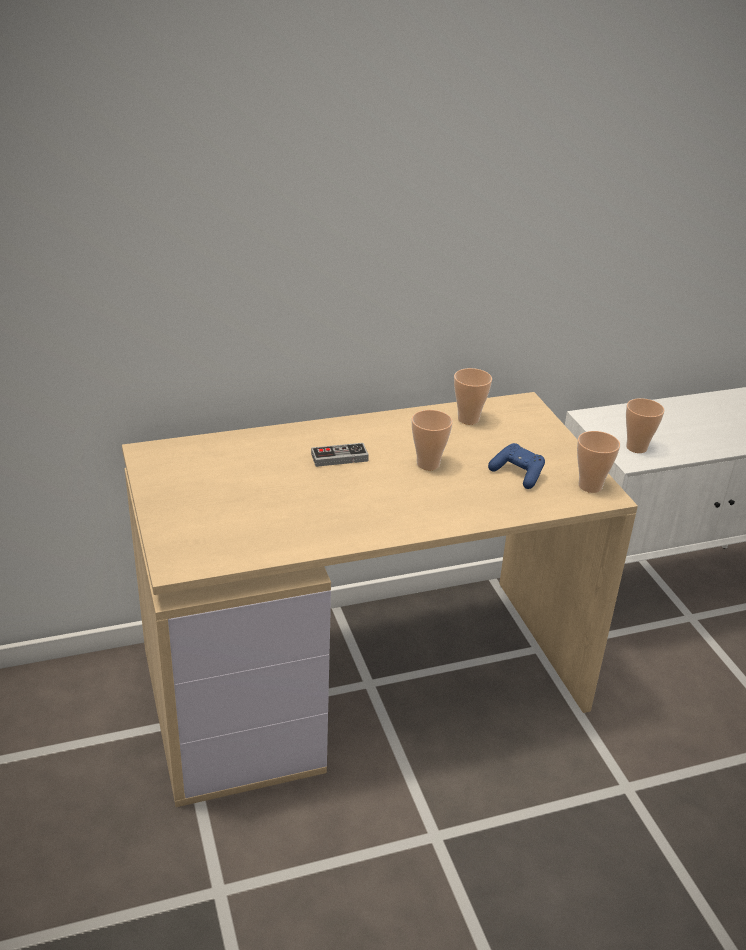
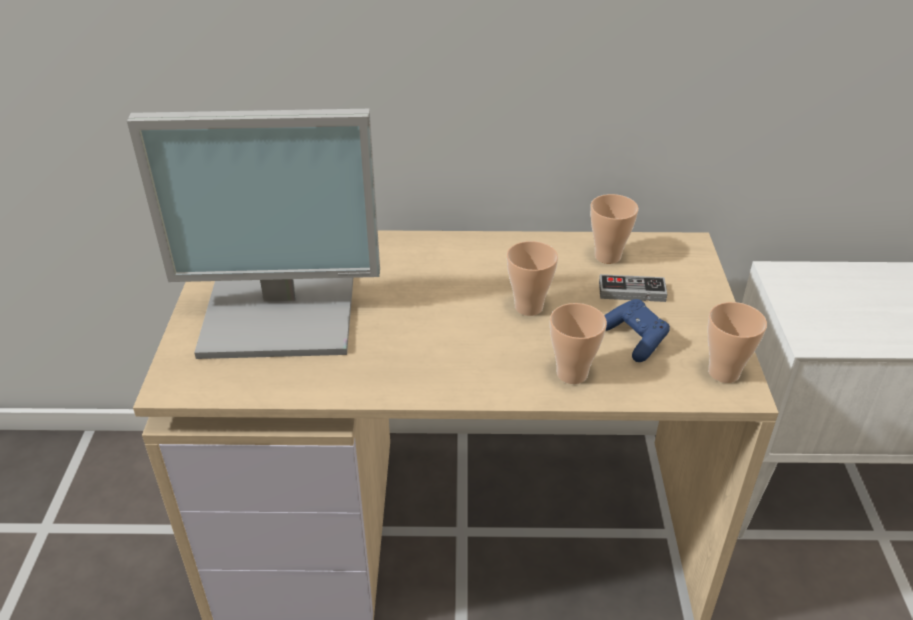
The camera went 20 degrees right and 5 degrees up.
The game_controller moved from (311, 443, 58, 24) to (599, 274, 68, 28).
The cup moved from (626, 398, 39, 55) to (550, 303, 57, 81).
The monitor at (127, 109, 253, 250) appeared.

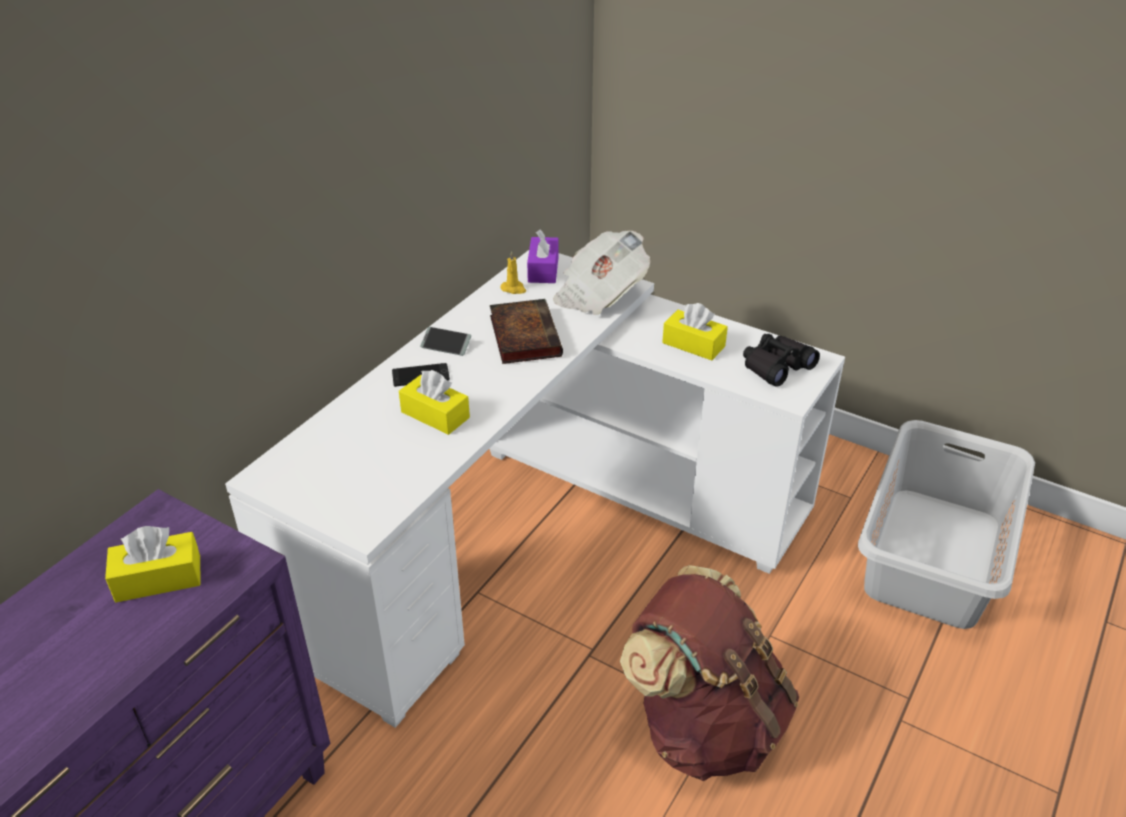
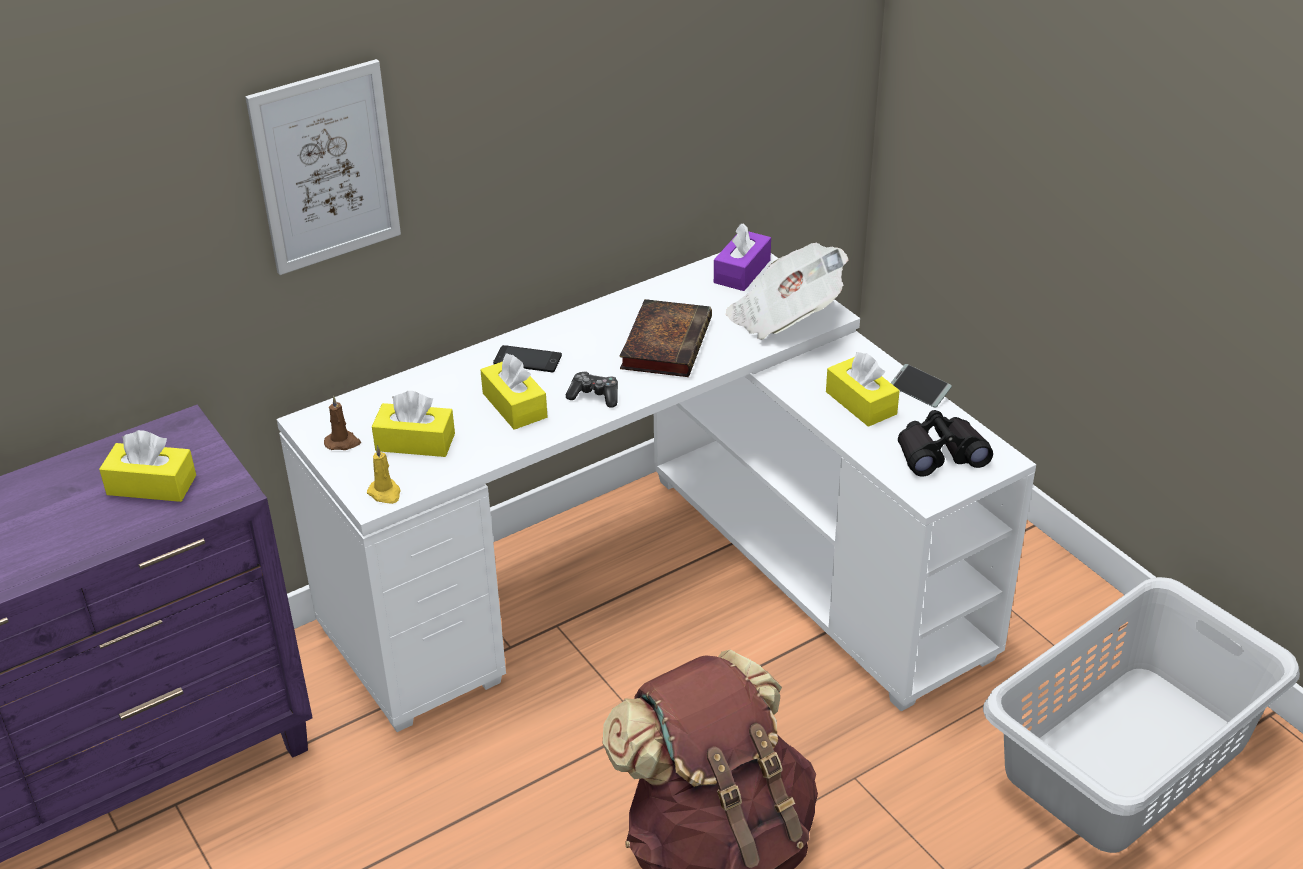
The camera went 25 degrees right and 0 degrees up.
The phone moved from (420, 327, 51, 29) to (891, 364, 61, 44).
The yellow_candle moved from (501, 251, 25, 43) to (367, 445, 34, 59).
The picture at (245, 59, 156, 216) appeared.
The brown_candle at (324, 396, 37, 54) appeared.
The yellow_tissue_box at (372, 391, 83, 66) appeared.
The game_controller at (566, 372, 52, 35) appeared.

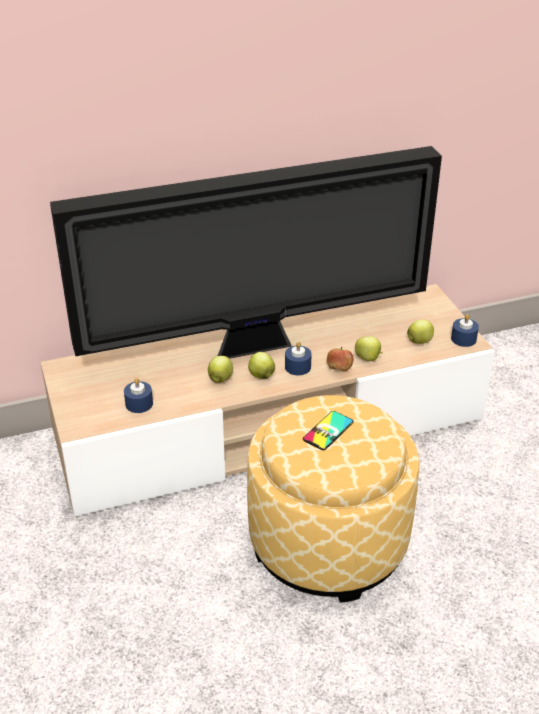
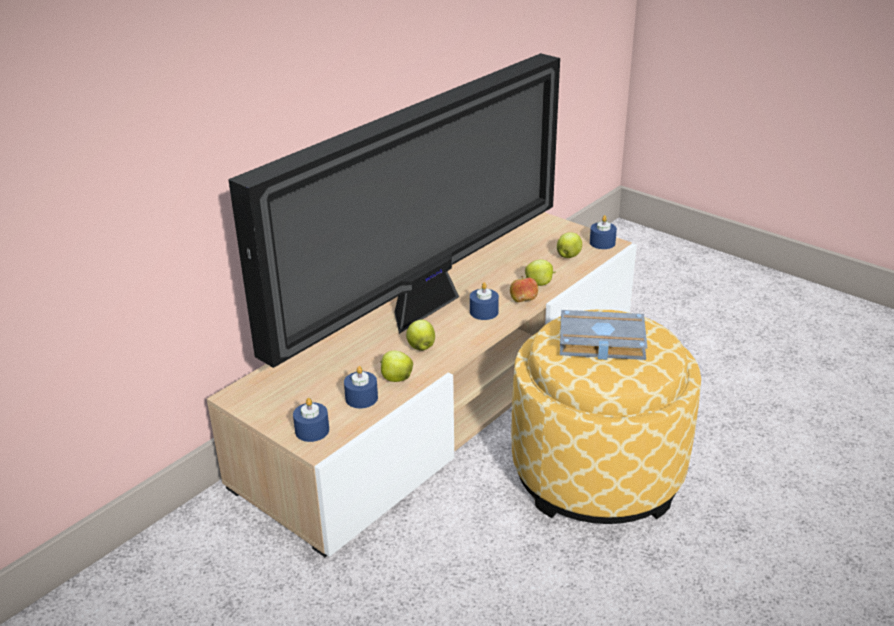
The camera went 30 degrees left and 5 degrees down.
The apple moved from (248, 352, 27, 27) to (380, 351, 33, 31).
The phone at (303, 411, 51, 39) was replaced by the grey_book at (560, 310, 87, 50).
The blue_candle at (293, 398, 36, 44) appeared.

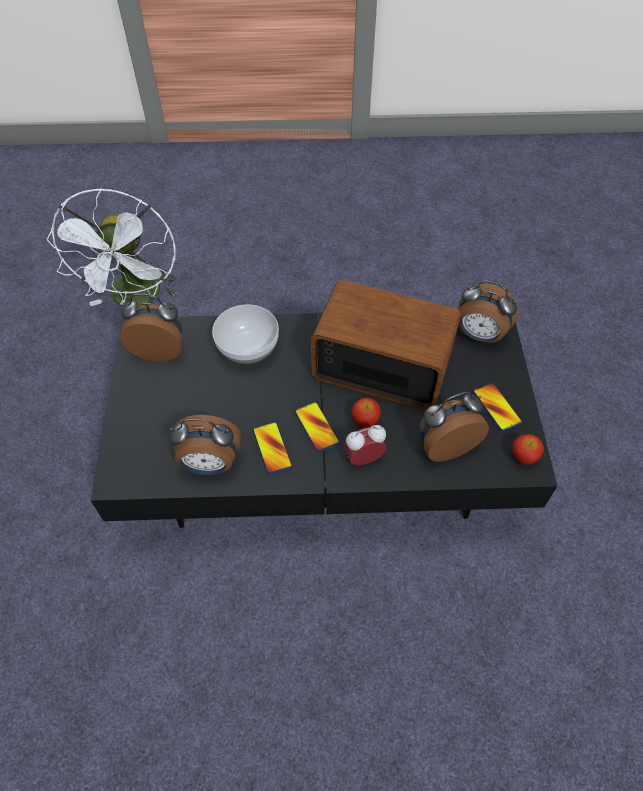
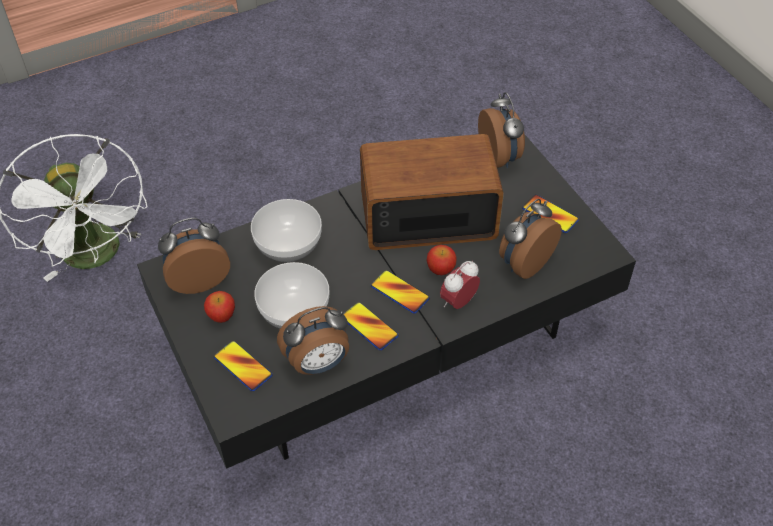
The camera went 25 degrees left and 5 degrees down.
The alarm_clock at (458, 281, 61, 62) turned 105 degrees counterclockwise.
The apple moved from (513, 434, 31, 31) to (204, 291, 31, 32).
The phone at (214, 341, 58, 50) appeared.
The bowl at (254, 262, 75, 67) appeared.

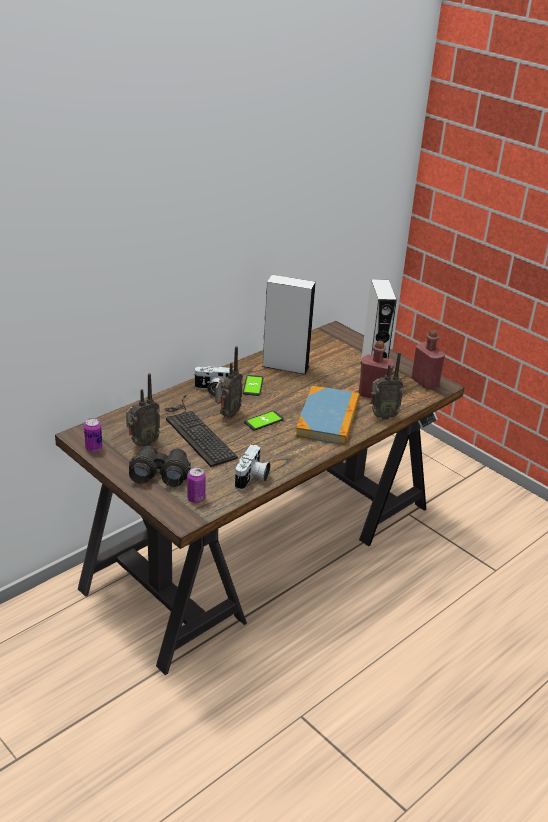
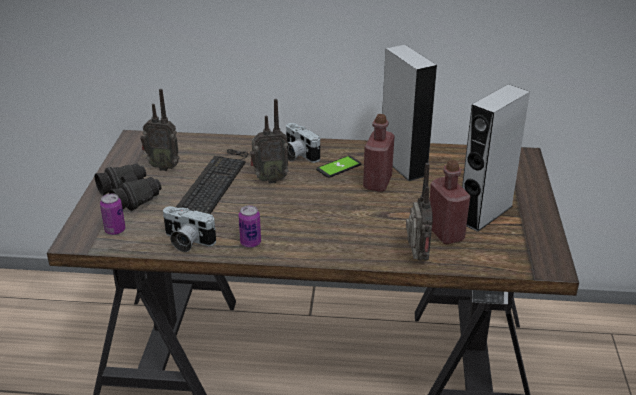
The camera went 50 degrees right and 0 degrees up.
The can moved from (84, 418, 18, 34) to (238, 205, 23, 43).
The photo_camera at (235, 445, 35, 45) turned 45 degrees clockwise.
The phone at (244, 411, 40, 20) disappeared.
The book at (295, 386, 65, 59) disappeared.
The radio at (370, 352, 34, 68) turned 135 degrees counterclockwise.
The red_bottle moved from (411, 329, 34, 61) to (363, 114, 31, 78).

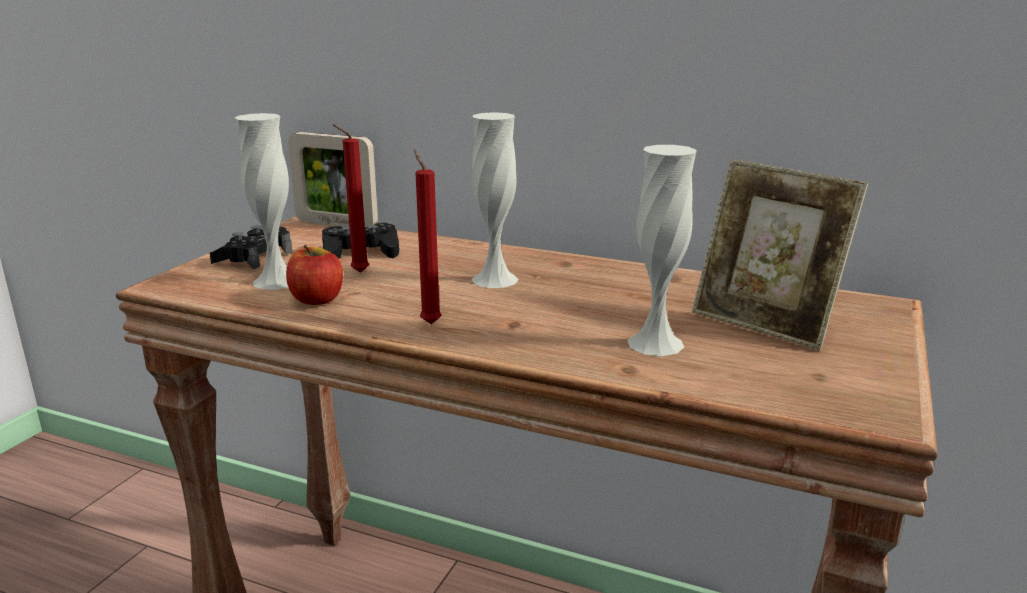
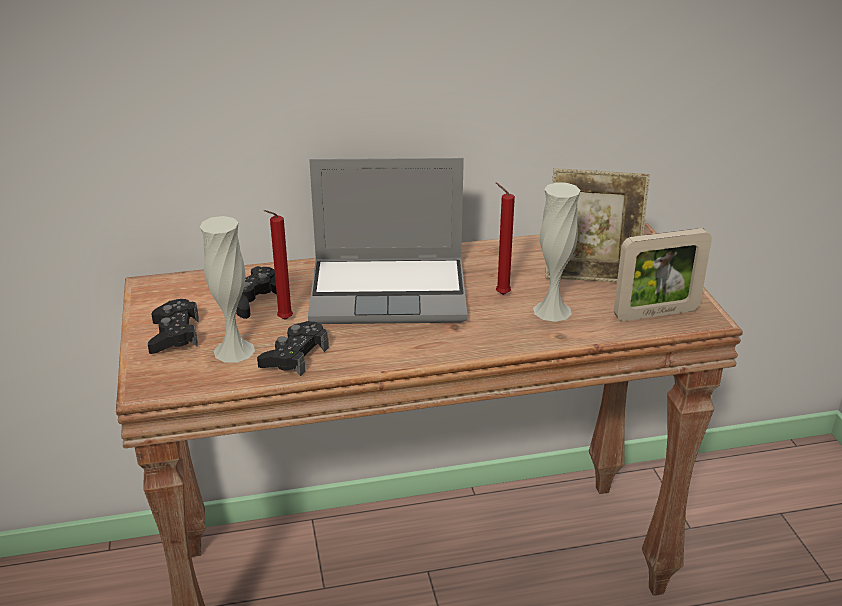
The camera went 35 degrees left and 10 degrees up.
The apple at (286, 245, 57, 60) was replaced by the black_game_controller at (257, 321, 72, 55).
The picture_frame moved from (288, 132, 90, 95) to (614, 228, 98, 93).
The red_candle moved from (414, 150, 28, 174) to (496, 183, 19, 112).
The white_vase at (472, 112, 47, 176) was replaced by the laptop at (308, 158, 160, 166).

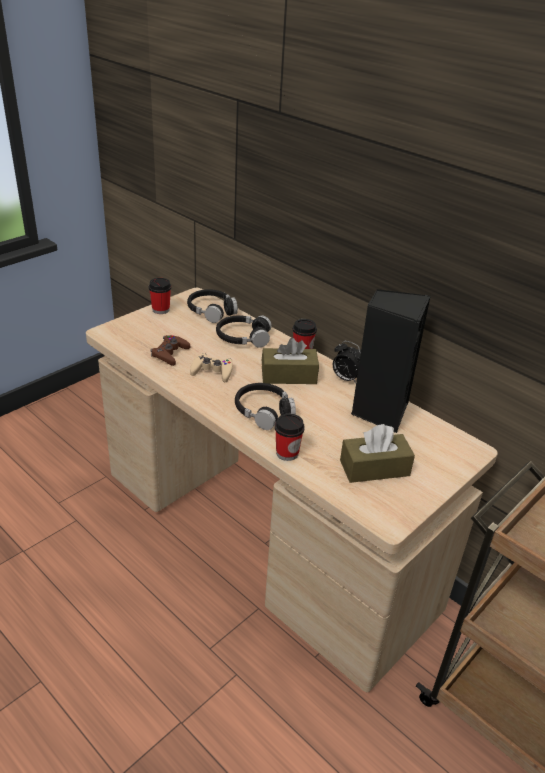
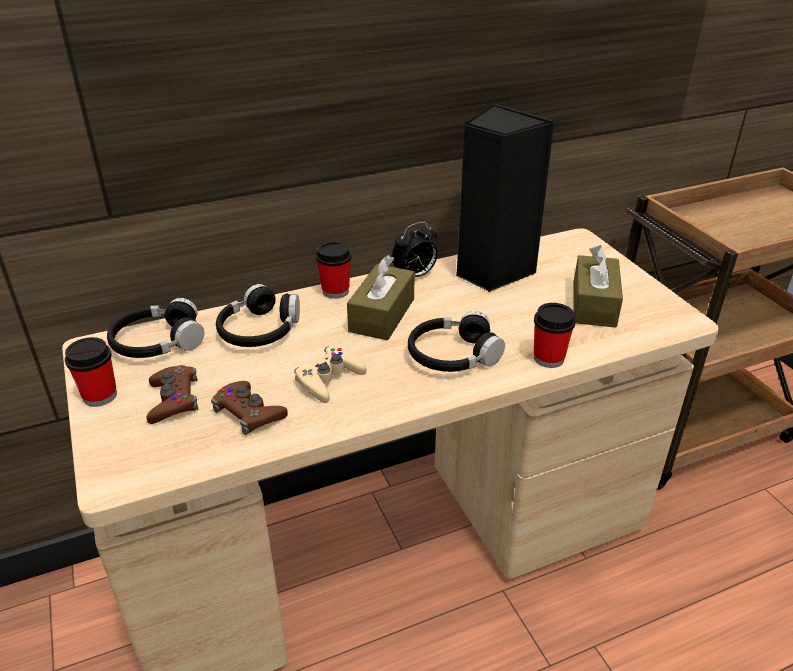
The camera went 65 degrees left and 0 degrees up.
The brown_game_controller at (146, 365, 52, 59) appeared.

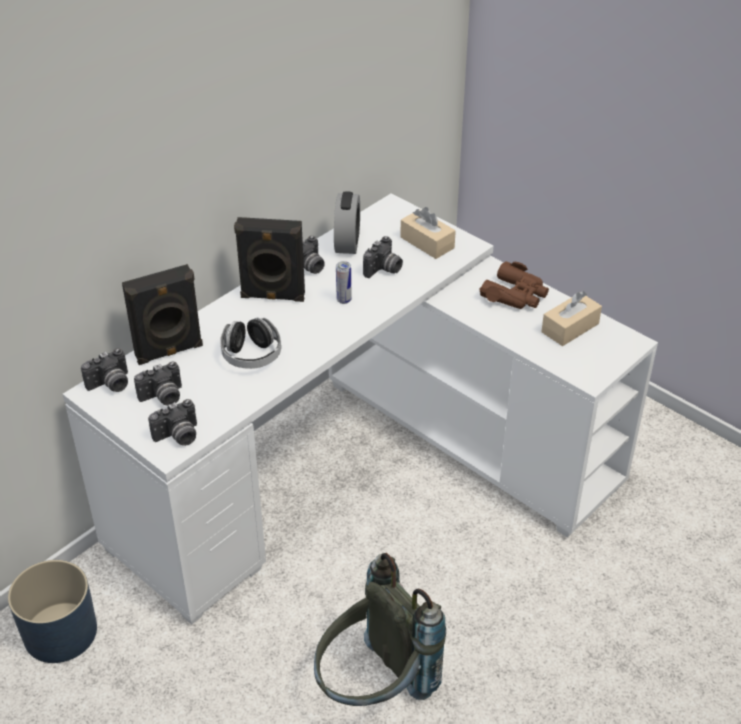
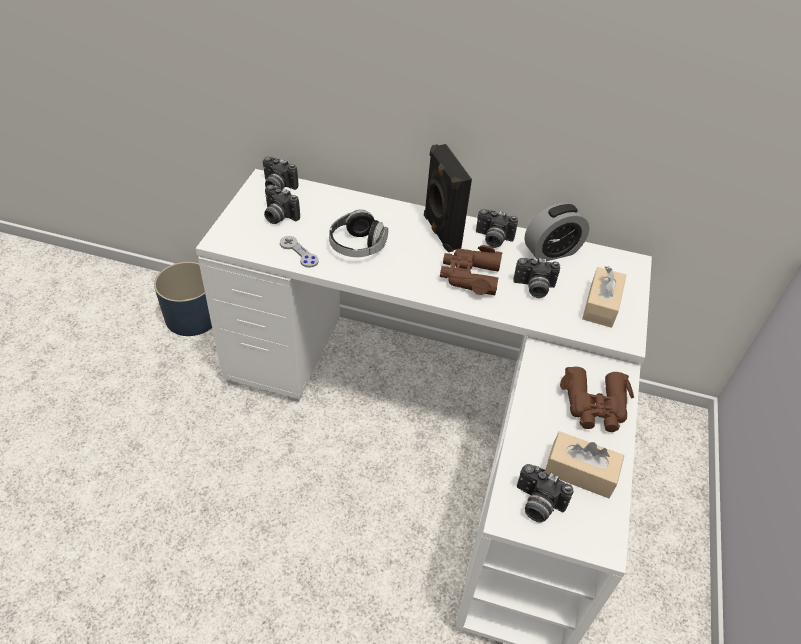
The camera went 60 degrees right and 5 degrees up.
The black_speaker at (122, 264, 81, 101) disappeared.
The photo_camera moved from (148, 399, 49, 47) to (517, 464, 57, 59).
The grey_backpack at (314, 553, 132, 153) disappeared.
The can at (336, 261, 16, 43) was replaced by the brown_binoculars at (440, 245, 63, 50).
The grey_game_controller at (280, 236, 39, 32) appeared.

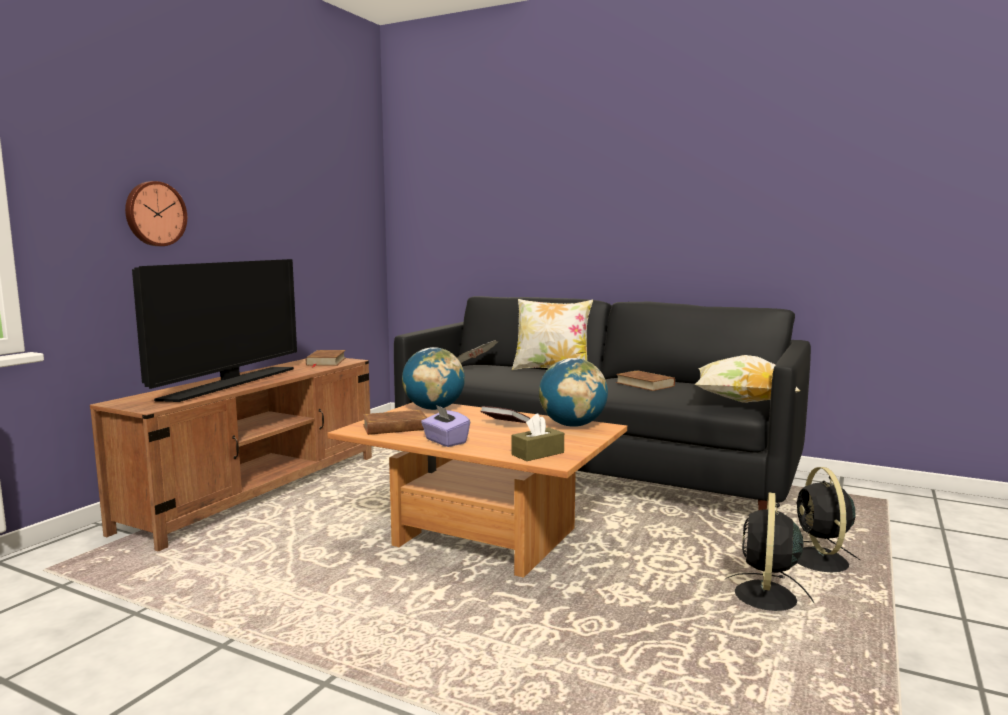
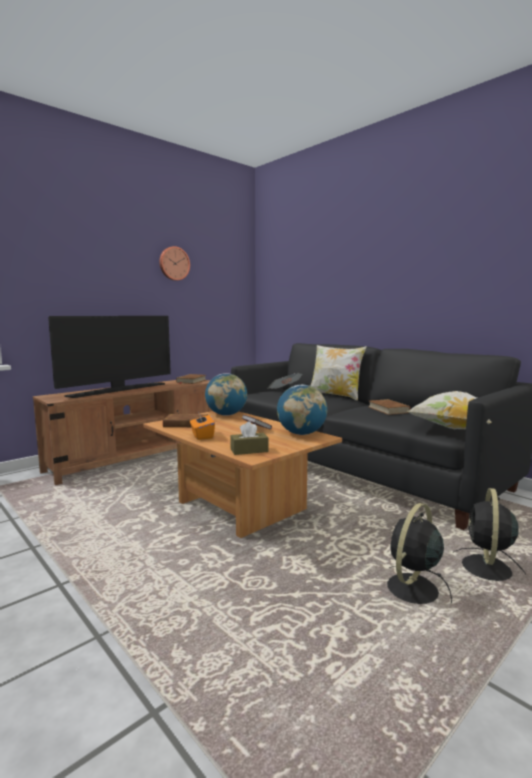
The camera went 20 degrees right and 0 degrees up.
The wall_clock moved from (125, 181, 62, 65) to (159, 246, 31, 35).
The purple_tissue_box at (421, 405, 49, 42) became the orange_tissue_box at (190, 412, 25, 28).

